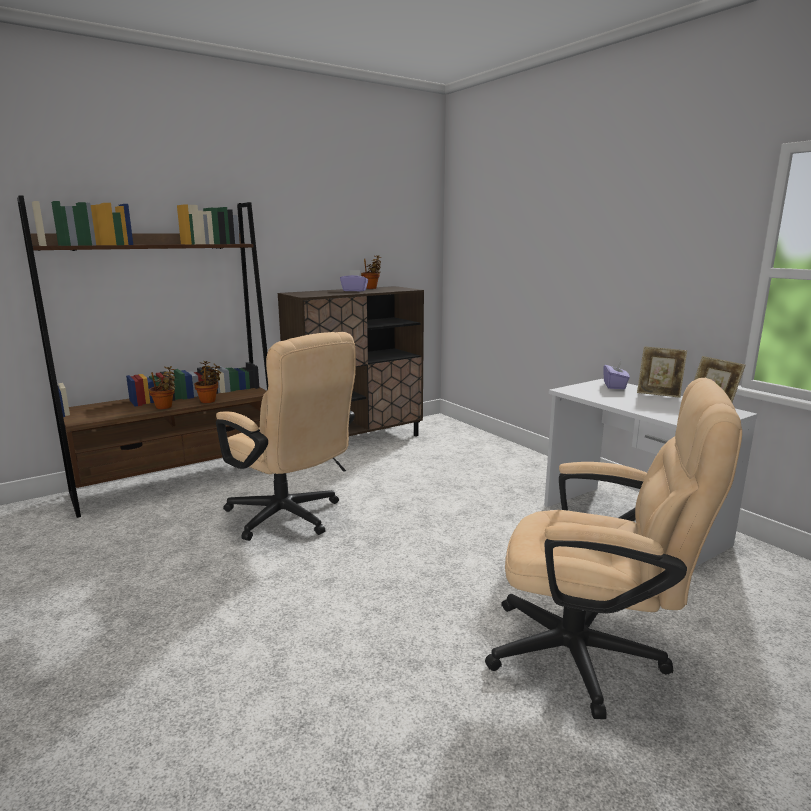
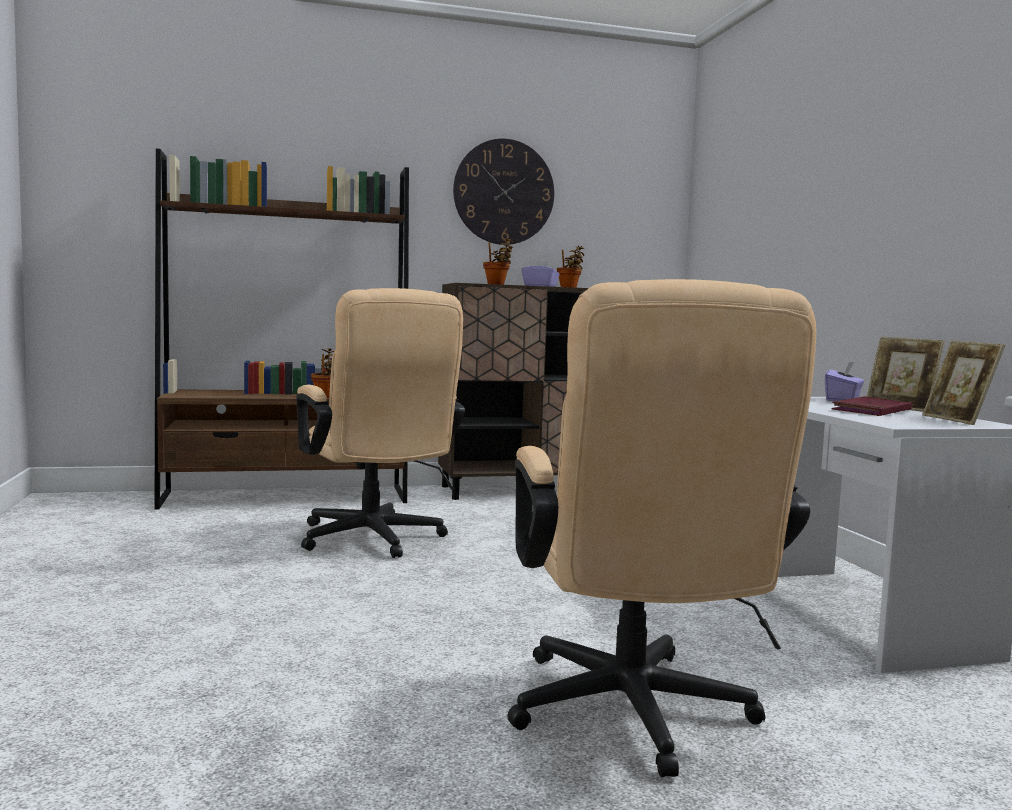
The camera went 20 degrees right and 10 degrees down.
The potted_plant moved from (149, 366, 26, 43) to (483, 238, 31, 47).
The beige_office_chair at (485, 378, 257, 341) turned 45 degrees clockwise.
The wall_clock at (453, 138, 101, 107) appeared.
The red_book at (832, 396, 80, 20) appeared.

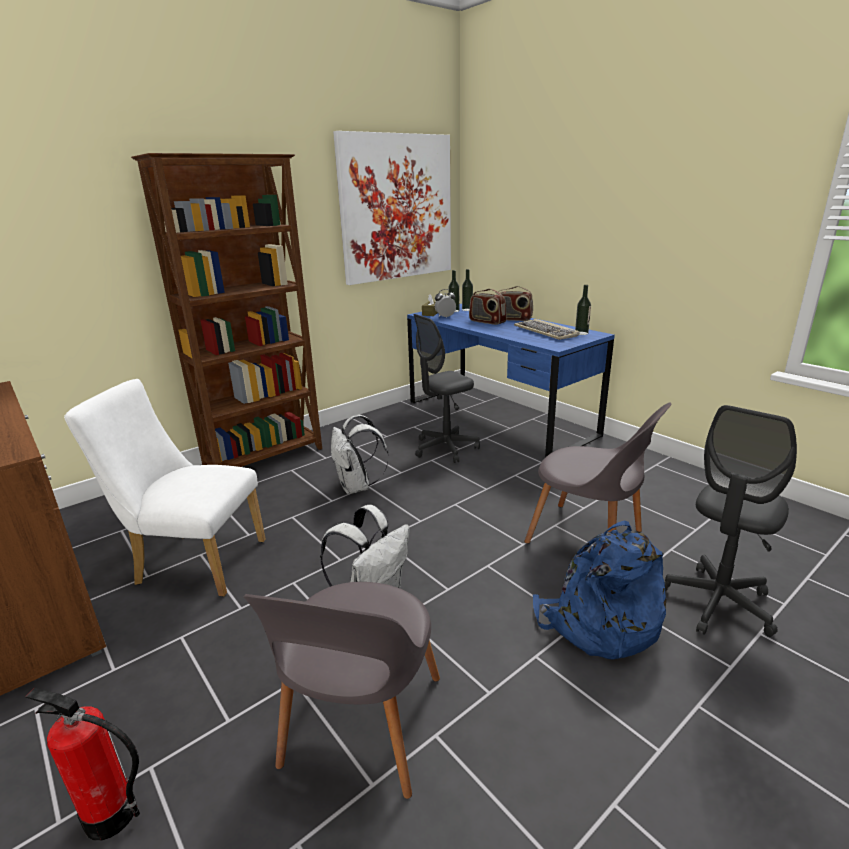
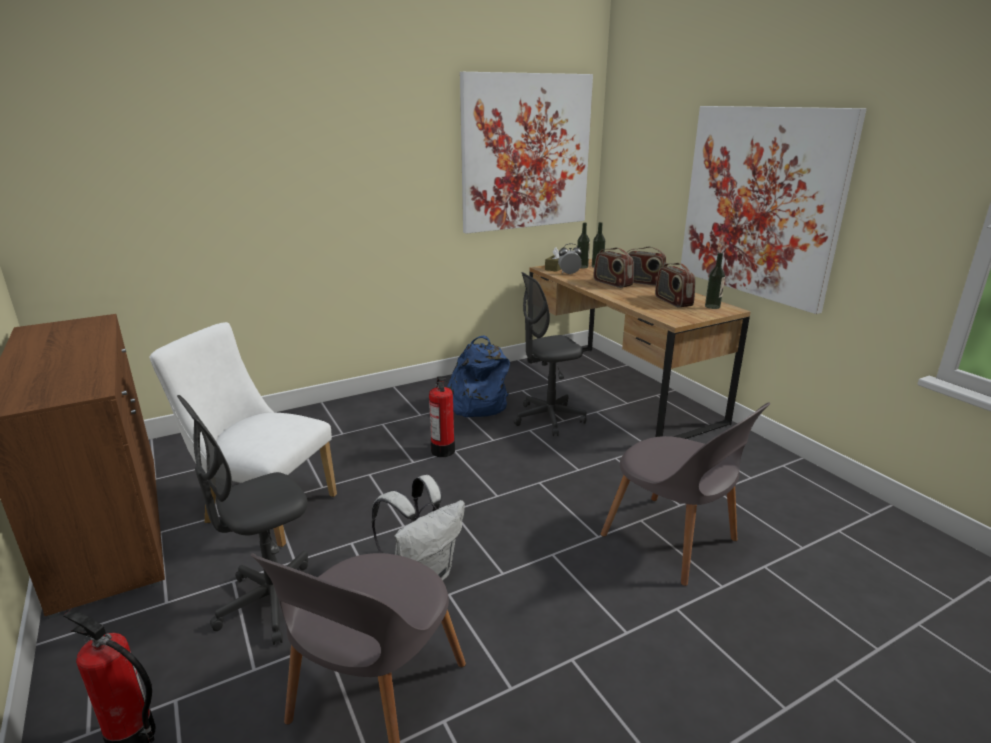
The camera went 10 degrees right and 0 degrees up.
The brown_bookcase at (131, 153, 191, 314) disappeared.
The white_backpack at (331, 415, 58, 79) was replaced by the fire_extinguisher at (429, 376, 26, 81).
The blue_desk at (407, 304, 208, 153) became the brown_desk at (528, 259, 223, 180).
The keyboard at (514, 319, 65, 21) was replaced by the radio at (655, 263, 40, 44).
The blue_backpack moved from (533, 520, 133, 139) to (447, 336, 63, 81).
The grey_office_chair moved from (663, 405, 134, 232) to (177, 395, 131, 250).
The picture at (680, 106, 187, 208) appeared.

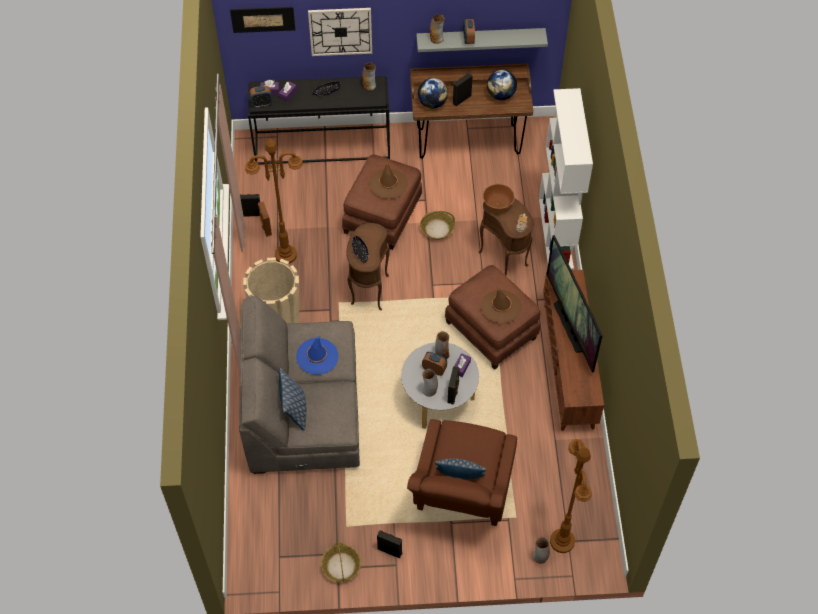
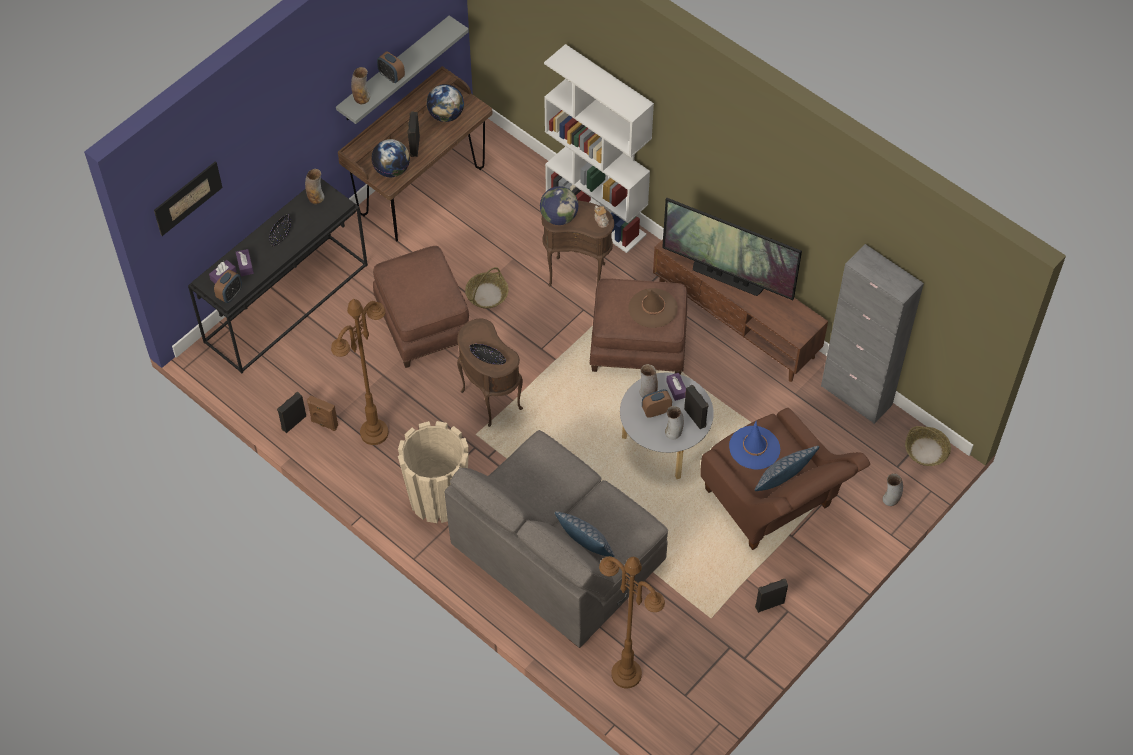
The camera went 45 degrees left and 0 degrees up.
The blue_hat moved from (296, 335, 42, 40) to (729, 421, 51, 49).
The wall_clock at (308, 8, 64, 48) disappeared.
The basket moved from (321, 541, 40, 41) to (905, 426, 46, 40).
The brown_hat at (369, 161, 39, 38) disappeared.
The brown_bowl at (483, 184, 32, 28) was replaced by the globe at (540, 186, 38, 39).
The brown_floor_lamp moved from (550, 439, 42, 114) to (599, 556, 66, 132).
The grey_cabinet at (821, 244, 103, 180) appeared.

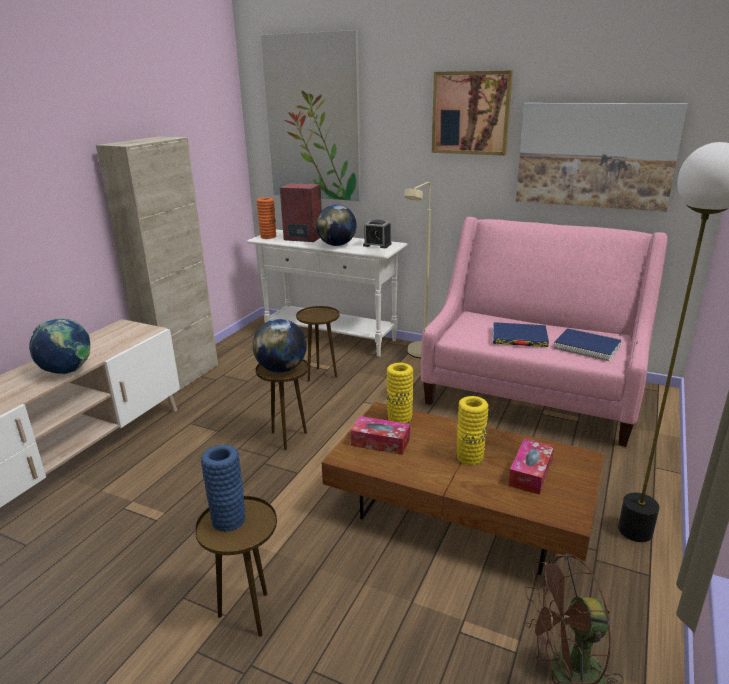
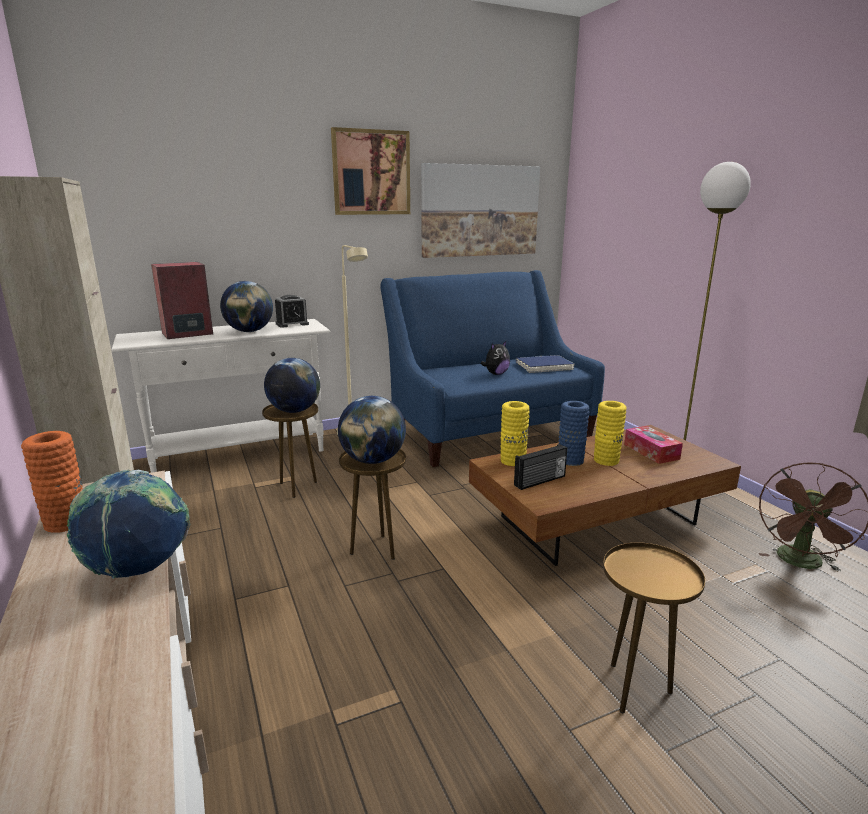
The camera went 50 degrees left and 5 degrees down.
The blue_vase moved from (201, 445, 44, 87) to (559, 401, 30, 65).
The orange_vase moved from (257, 197, 19, 42) to (21, 431, 62, 102).
The picture at (261, 30, 100, 171) disappeared.
The tissue_box at (351, 416, 59, 39) was replaced by the radio at (514, 444, 53, 46).
The pink_sofa at (421, 217, 247, 230) became the blue_sofa at (380, 270, 225, 197).
The blue_book at (493, 322, 56, 25) was replaced by the plush_toy at (481, 341, 29, 34).
The globe at (264, 358, 56, 55) appeared.

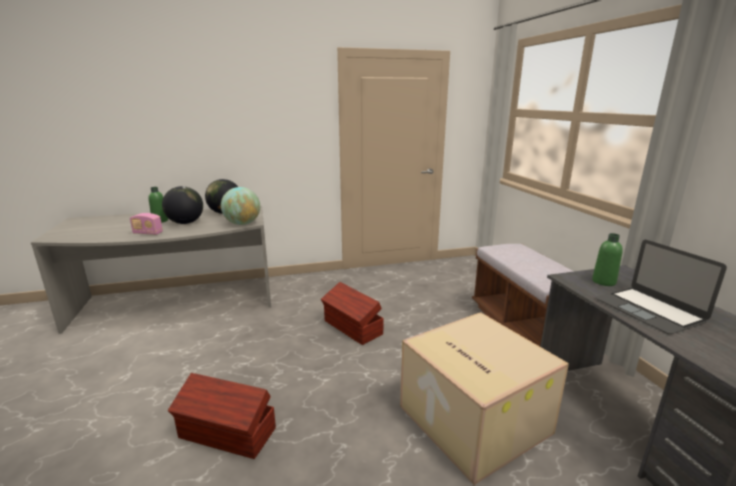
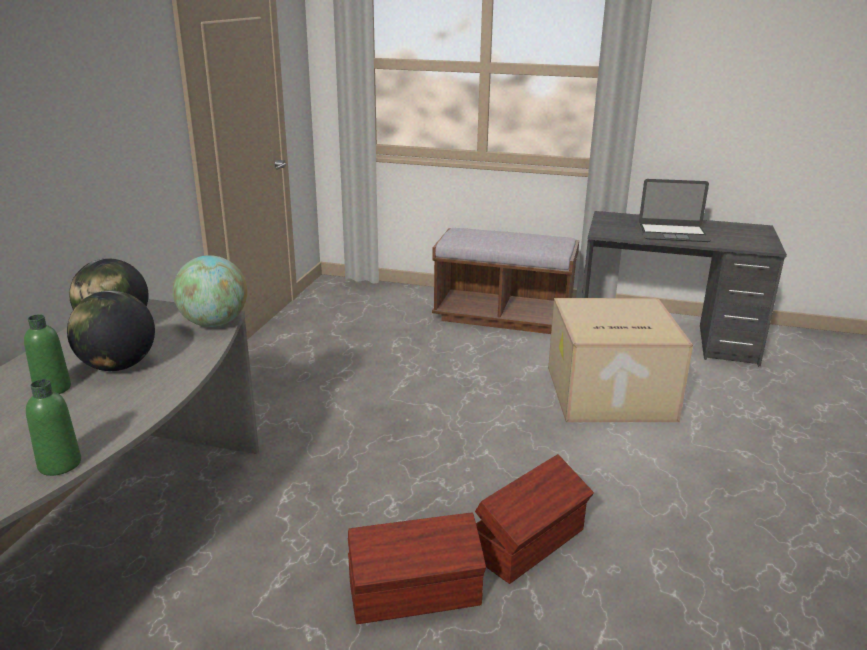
The camera went 60 degrees left and 5 degrees up.
The radio at (130, 213, 33, 22) disappeared.
The brown_storage_box moved from (321, 282, 63, 63) to (348, 512, 138, 112).
The green_bottle moved from (592, 233, 31, 53) to (26, 379, 55, 97).

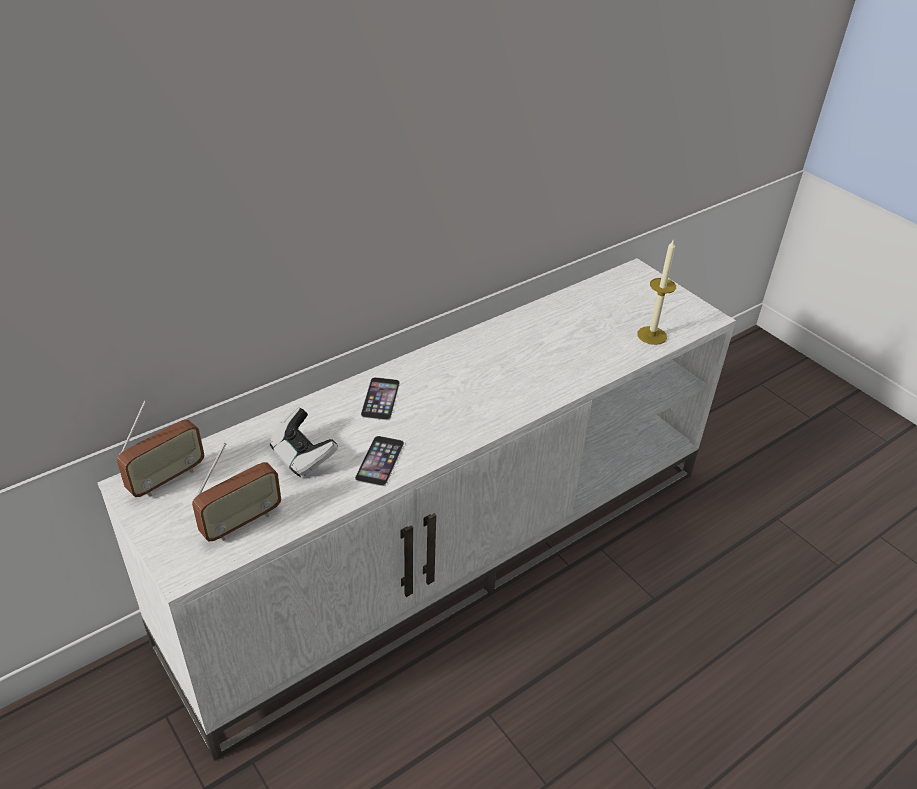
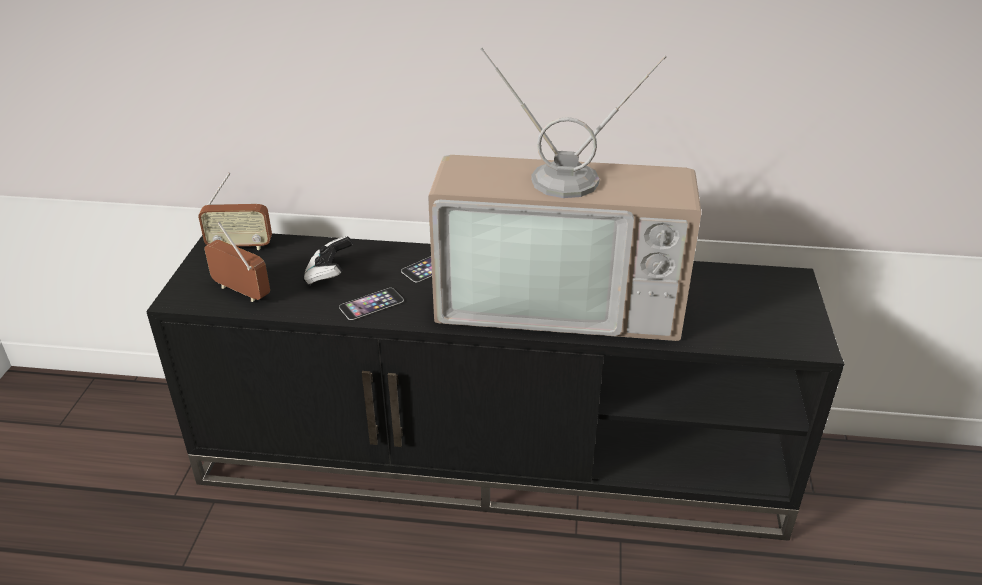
The camera went 45 degrees right and 5 degrees down.
The white_tv_stand at (97, 258, 639, 503) became the black_tv_stand at (146, 234, 698, 307).
The radio at (192, 443, 89, 99) turned 150 degrees counterclockwise.
The candle at (637, 240, 39, 105) disappeared.
The television at (428, 48, 274, 293) appeared.

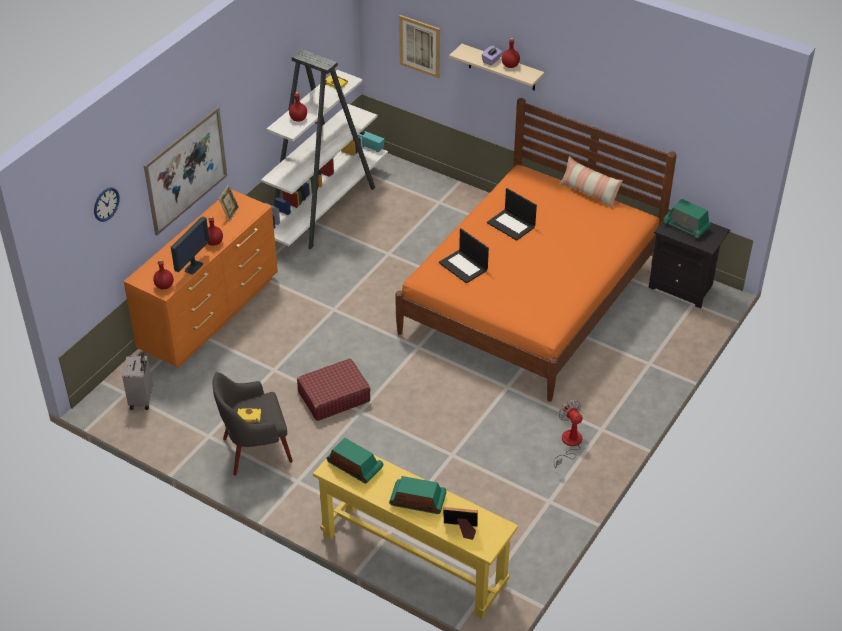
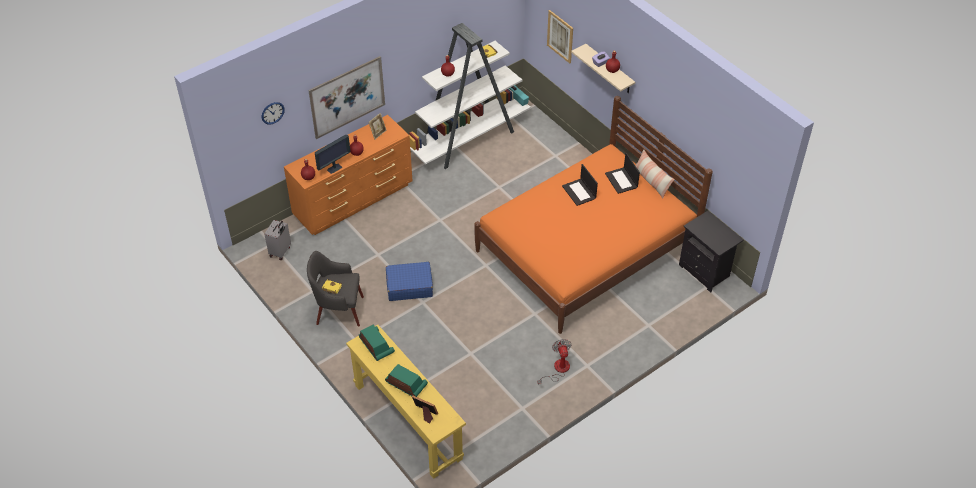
The camera went 20 degrees right and 5 degrees up.
The red_suitcase at (297, 358, 74, 63) became the blue_suitcase at (386, 262, 47, 39).
The laptop moved from (439, 228, 50, 55) to (605, 153, 35, 41).
The radio at (663, 199, 49, 39) disappeared.

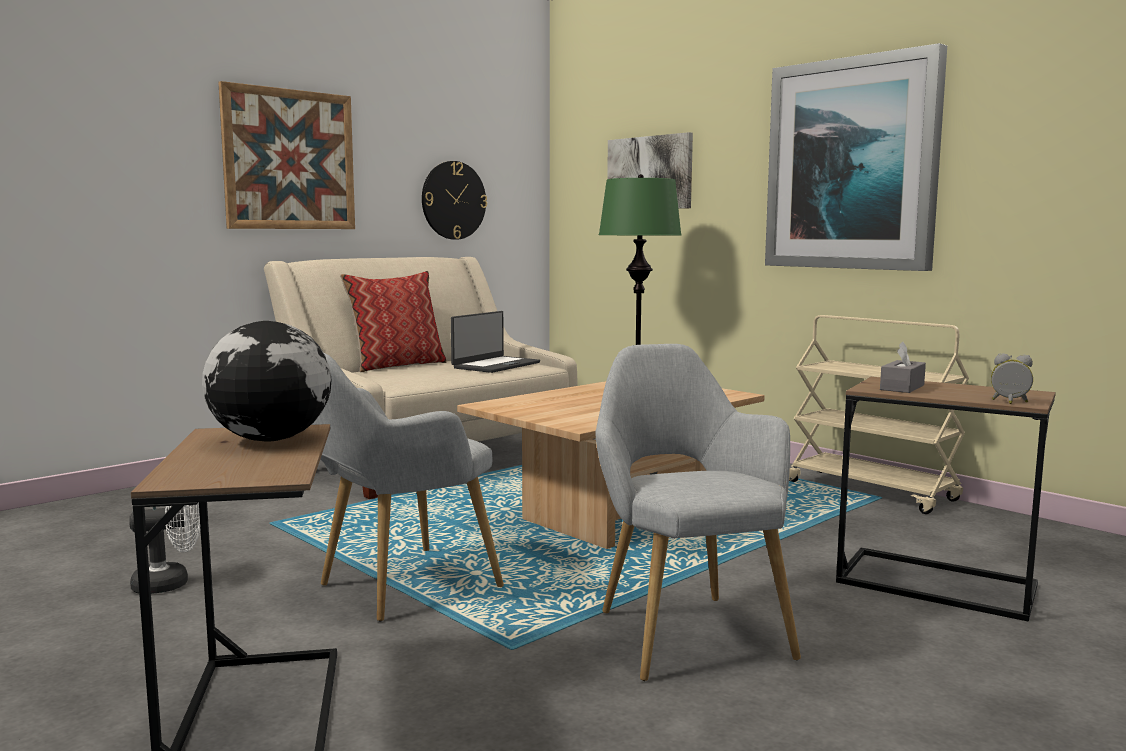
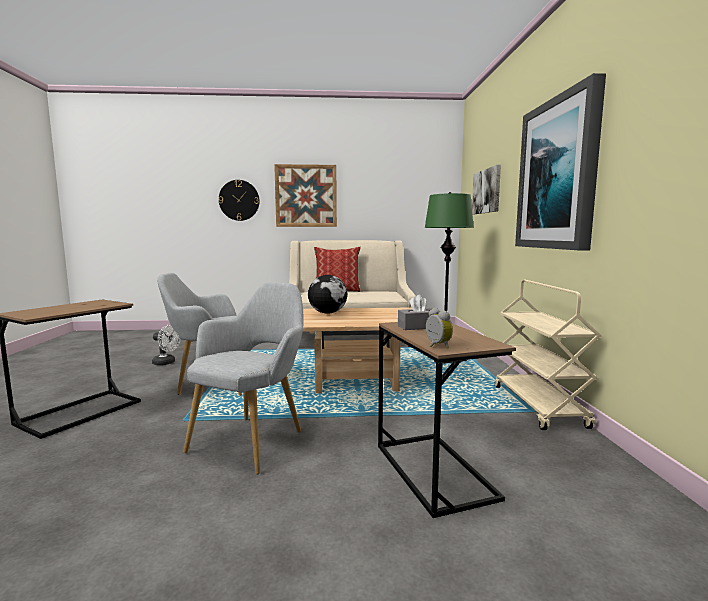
The camera went 40 degrees right and 0 degrees up.
The globe moved from (202, 321, 130, 121) to (308, 275, 39, 39).
The wall_clock moved from (422, 161, 65, 79) to (219, 180, 40, 41).
The laptop at (451, 311, 89, 62) disappeared.

